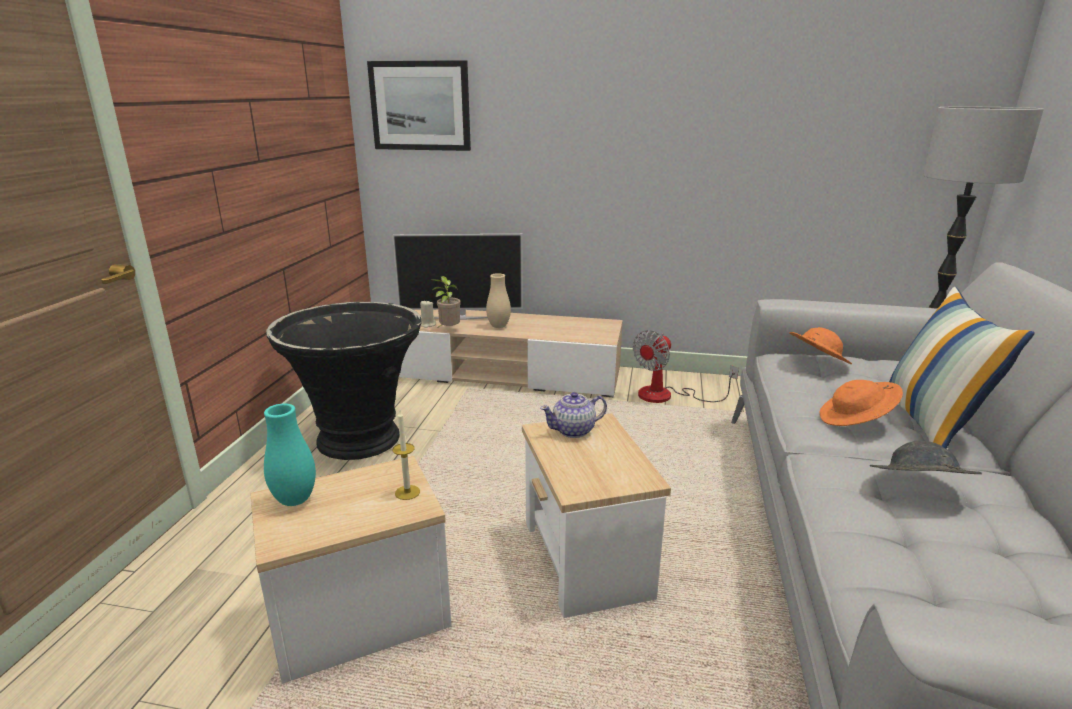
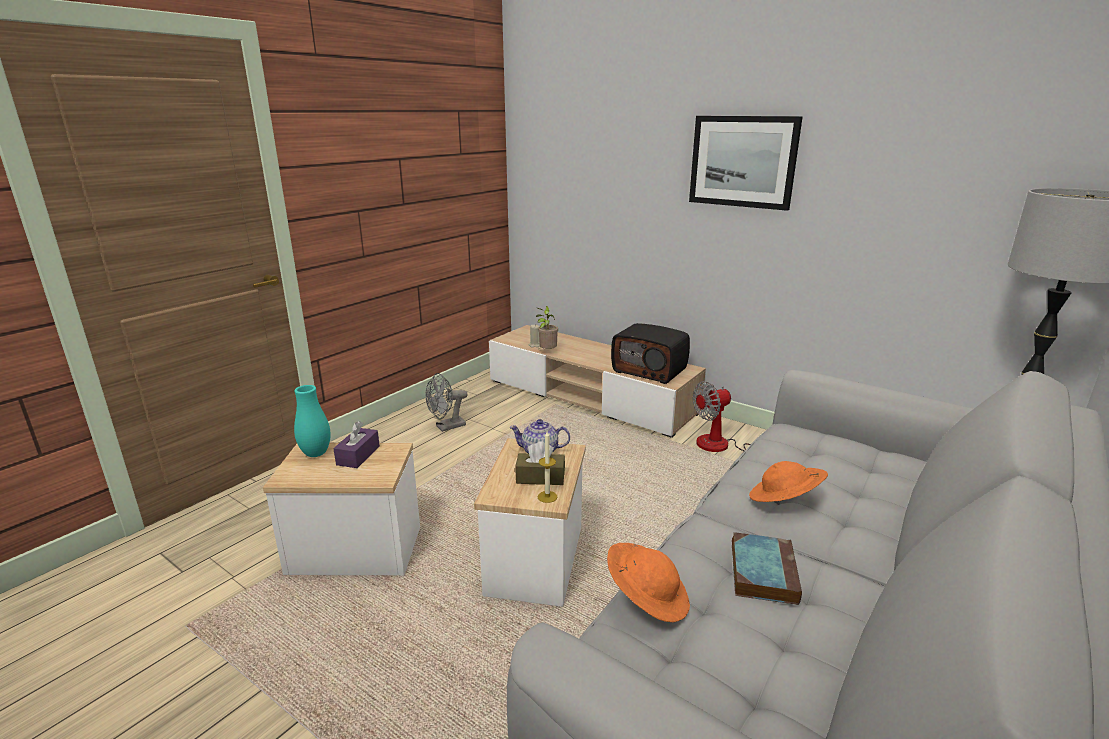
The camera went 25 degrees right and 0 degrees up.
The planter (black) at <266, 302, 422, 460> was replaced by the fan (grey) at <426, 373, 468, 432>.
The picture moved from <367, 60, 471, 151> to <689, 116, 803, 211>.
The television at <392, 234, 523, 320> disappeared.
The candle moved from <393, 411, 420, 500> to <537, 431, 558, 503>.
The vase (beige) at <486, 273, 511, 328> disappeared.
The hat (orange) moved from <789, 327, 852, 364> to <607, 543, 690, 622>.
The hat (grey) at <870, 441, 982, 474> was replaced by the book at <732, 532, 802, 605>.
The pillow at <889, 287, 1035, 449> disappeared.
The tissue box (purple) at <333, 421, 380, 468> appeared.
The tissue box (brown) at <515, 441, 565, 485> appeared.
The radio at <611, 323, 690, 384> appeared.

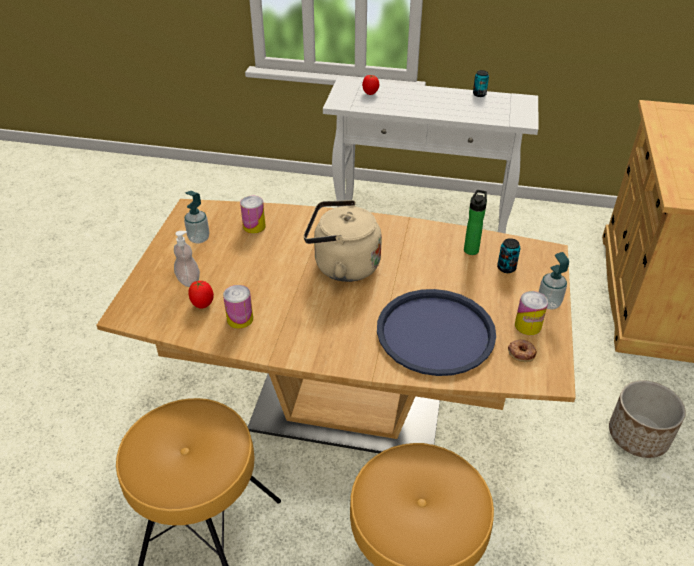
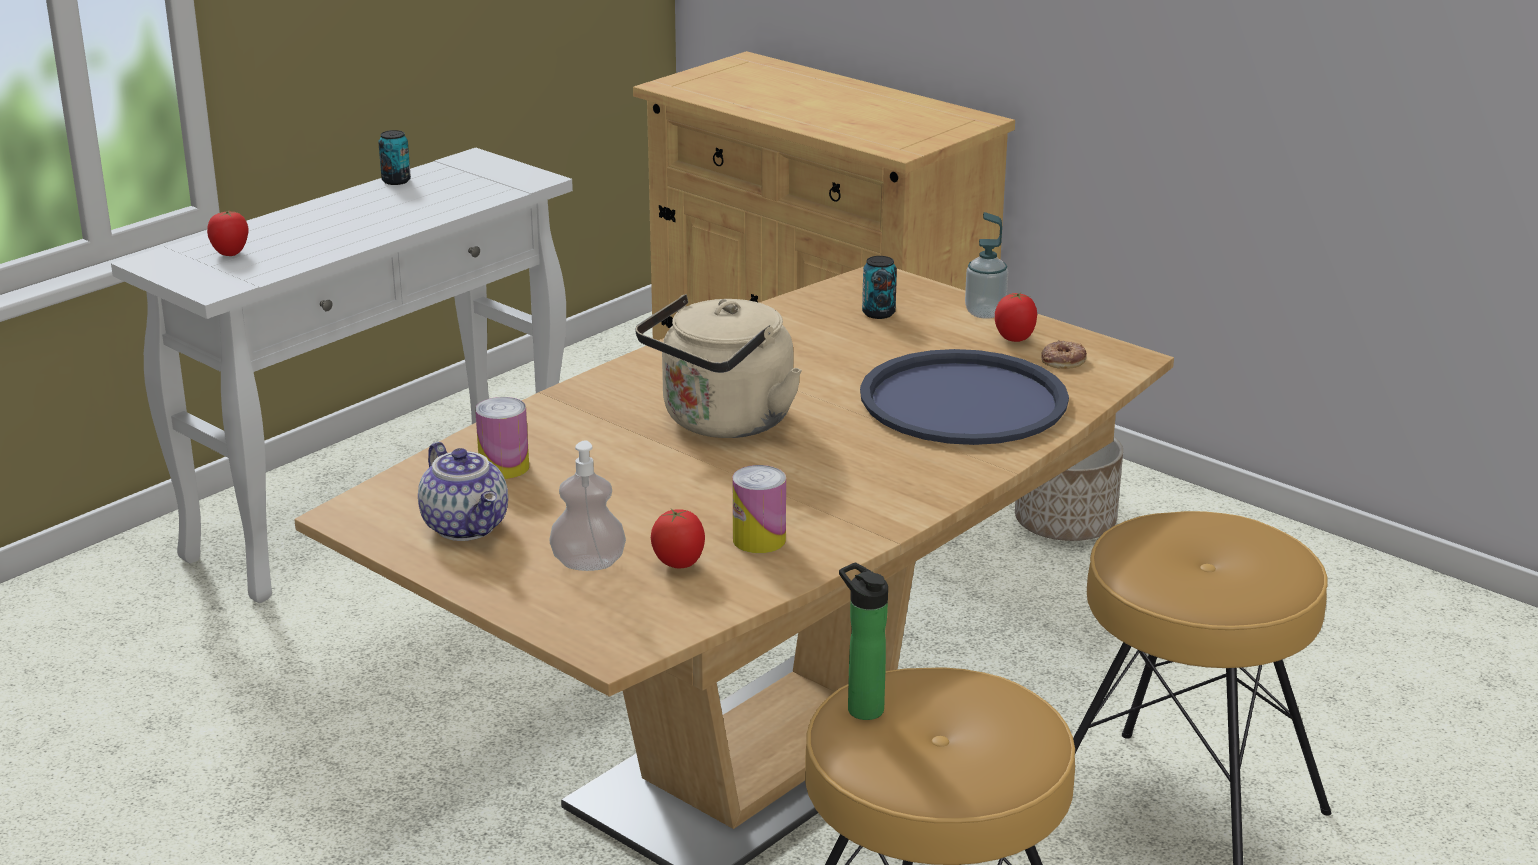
The camera went 60 degrees left and 15 degrees down.
The soap dispenser at <184, 191, 209, 243> was replaced by the teapot at <418, 442, 508, 541>.
The bottle moved from <464, 190, 487, 255> to <839, 563, 888, 720>.
The can at <515, 291, 548, 335> was replaced by the tomato at <995, 292, 1037, 342>.

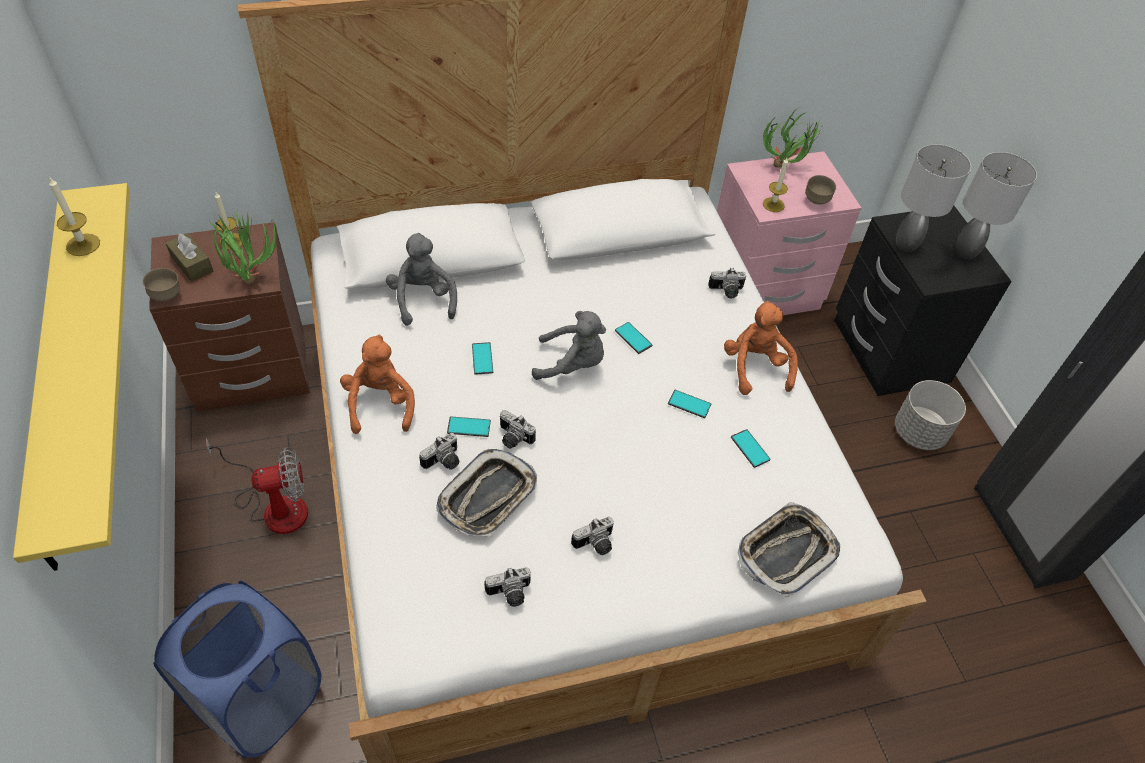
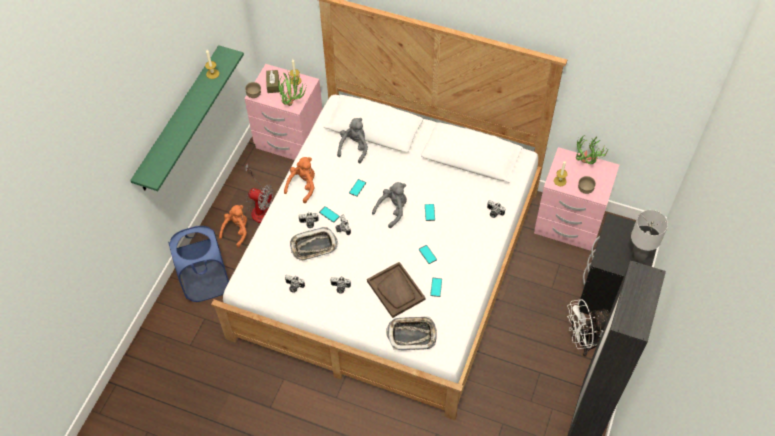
The camera went 40 degrees right and 5 degrees up.
The shelf (yellow) at <13, 183, 129, 571> became the shelf (green) at <130, 45, 244, 191>.
The nightstand (brown) at <149, 222, 310, 412> became the nightstand (pink) at <244, 64, 322, 160>.
The plush toy (grey) at <532, 311, 606, 380> turned 90 degrees counterclockwise.
The plush toy (orange) moved from <724, 301, 798, 395> to <219, 205, 247, 247>.
The planter (grey) at <895, 380, 966, 450> was replaced by the fan (white) at <567, 299, 610, 356>.
The table lamp (grey) at <896, 144, 971, 252> disappeared.
The tray (brown) at <367, 262, 425, 318> appeared.

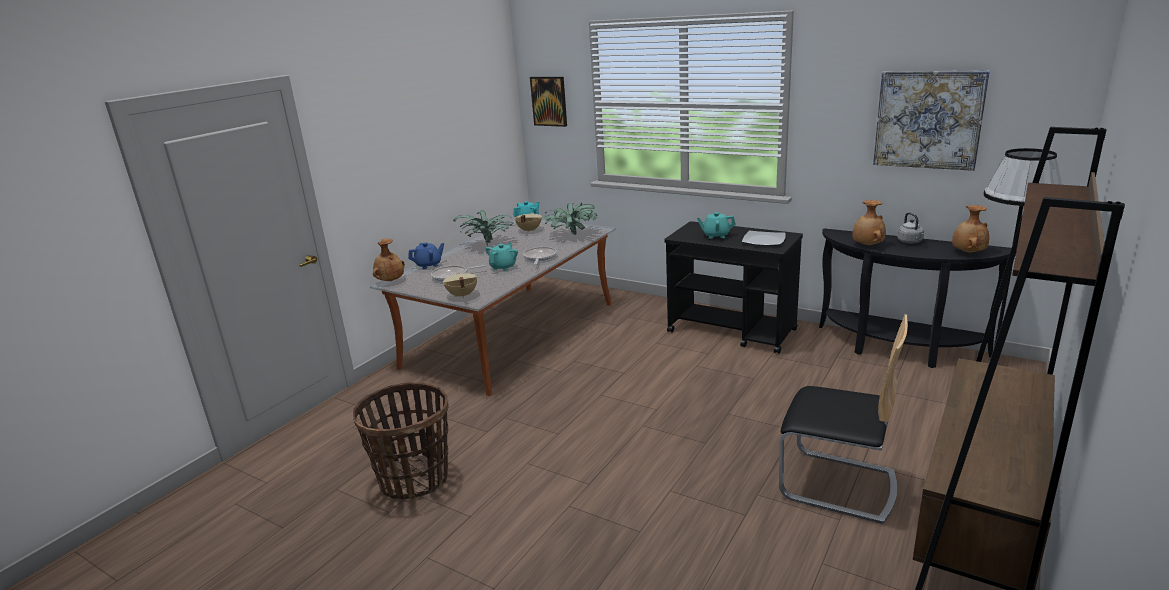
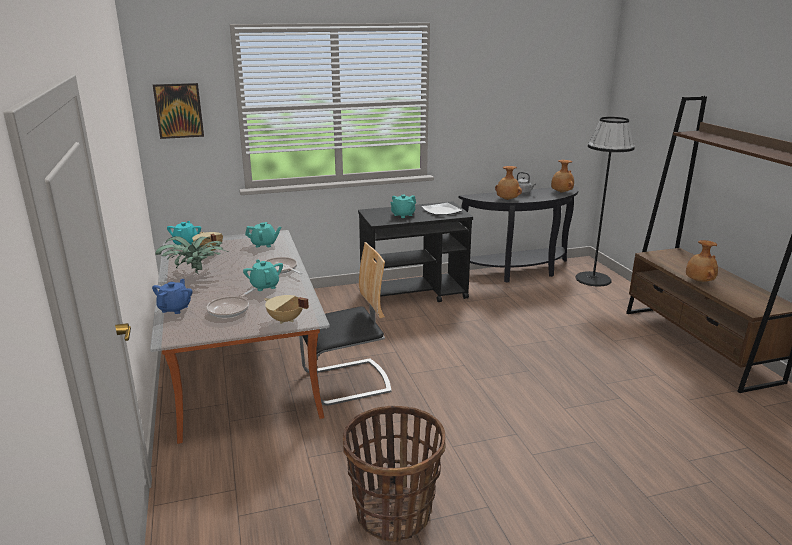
The camera went 50 degrees left and 0 degrees up.
The vase (brown) moved from <373, 239, 405, 281> to <686, 240, 718, 282>.
The potted plant at <544, 203, 597, 234> was replaced by the teapot (turquoise) at <245, 222, 281, 247>.
The chair moved from <779, 314, 908, 524> to <299, 242, 392, 406>.
The picture at <873, 71, 990, 171> disappeared.

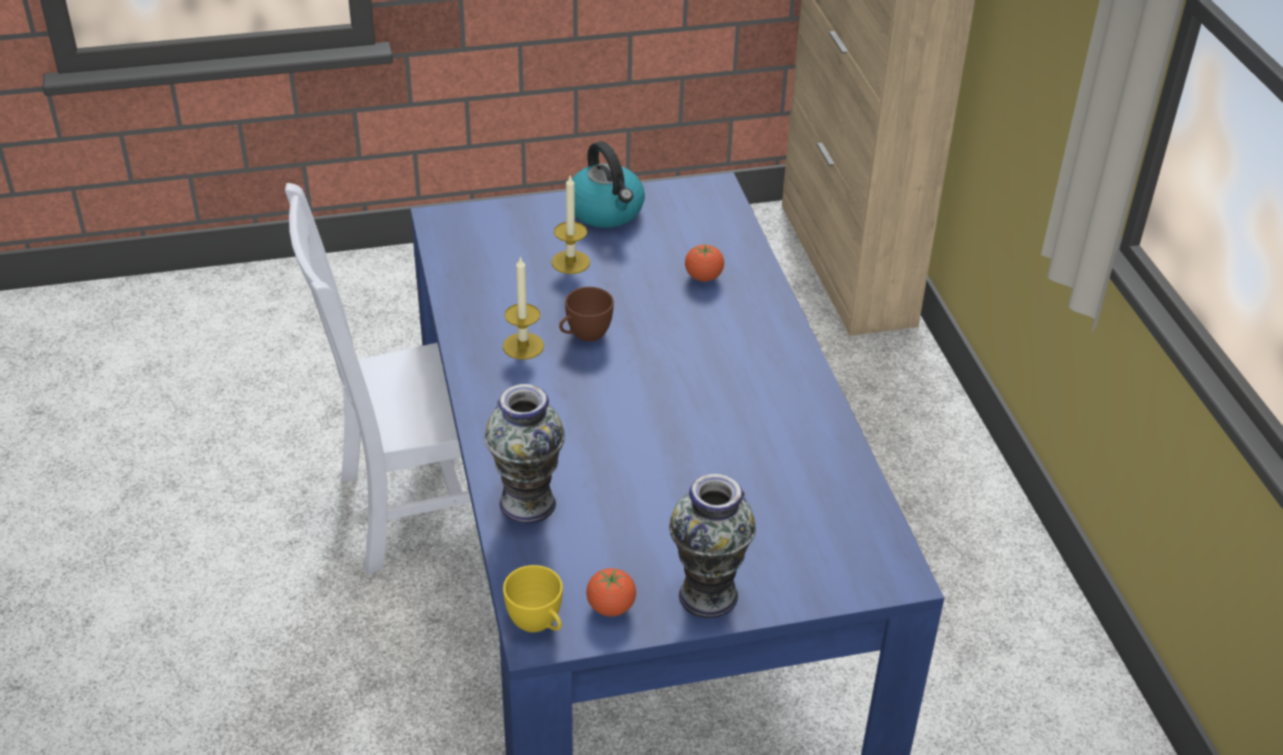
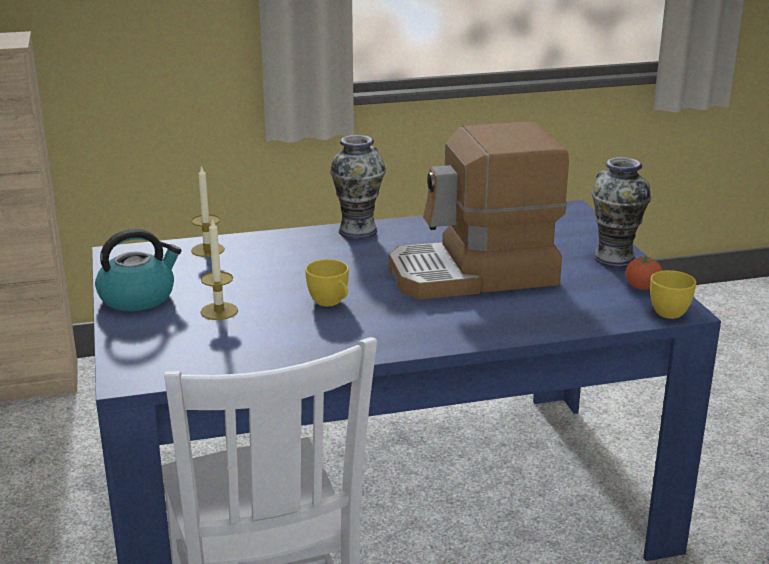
The camera went 90 degrees left and 15 degrees down.
The vase moved from <485, 384, 565, 523> to <330, 135, 386, 239>.
The candle moved from <503, 256, 544, 360> to <191, 165, 225, 257>.
The cup (brown) at <559, 287, 614, 342> became the cup (yellow) at <305, 259, 349, 306>.
The tomato at <685, 245, 724, 282> disappeared.
The coffee machine at <389, 122, 569, 299> appeared.

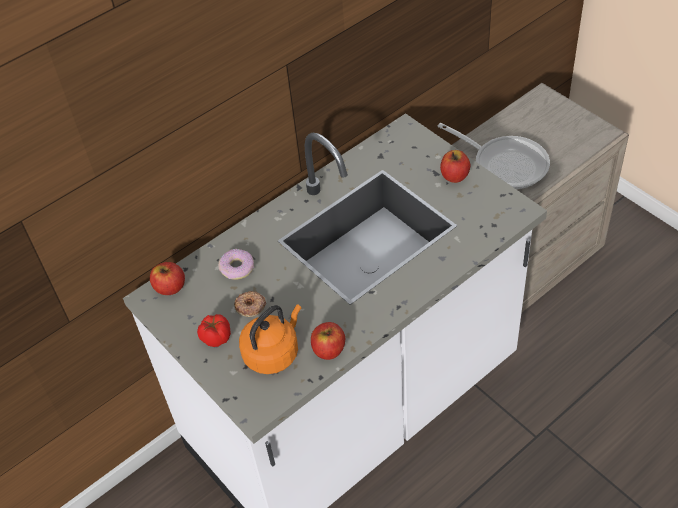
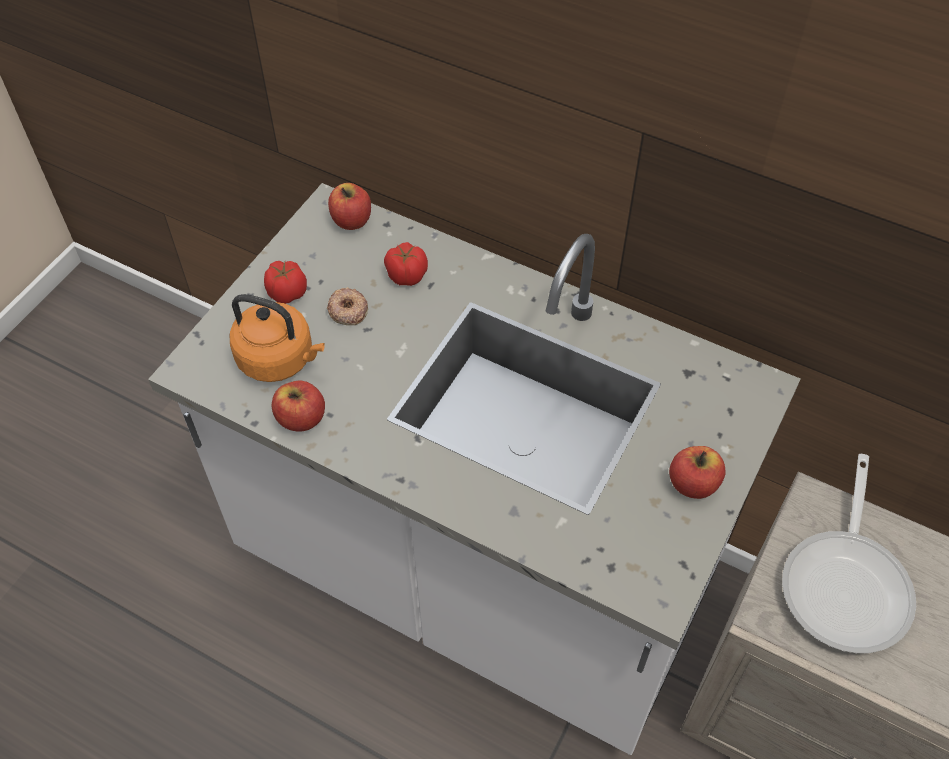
The camera went 65 degrees right and 5 degrees up.
The donut at <218, 249, 254, 280> was replaced by the tomato at <384, 242, 428, 286>.

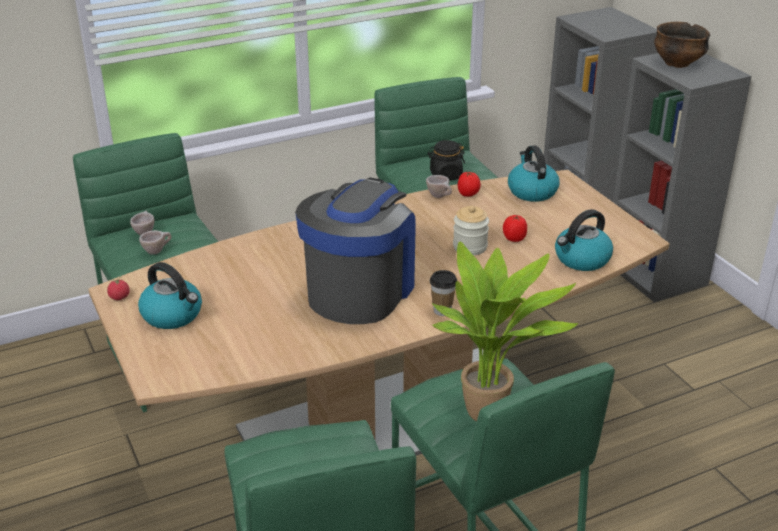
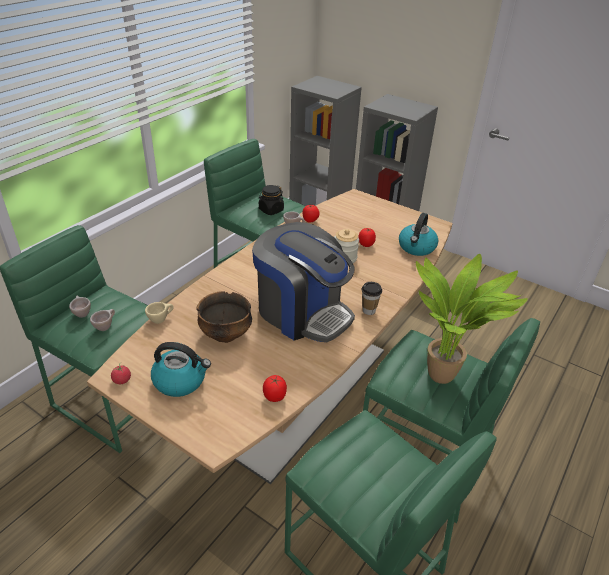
The camera went 30 degrees left and 5 degrees up.
The coffee machine at <295, 178, 416, 324> turned 135 degrees clockwise.
The kettle at <508, 145, 559, 202> disappeared.
The bowl moved from <654, 22, 710, 68> to <196, 291, 252, 343>.
The cup (beige) at <145, 302, 174, 324> appeared.
The tomato at <263, 375, 287, 402> appeared.

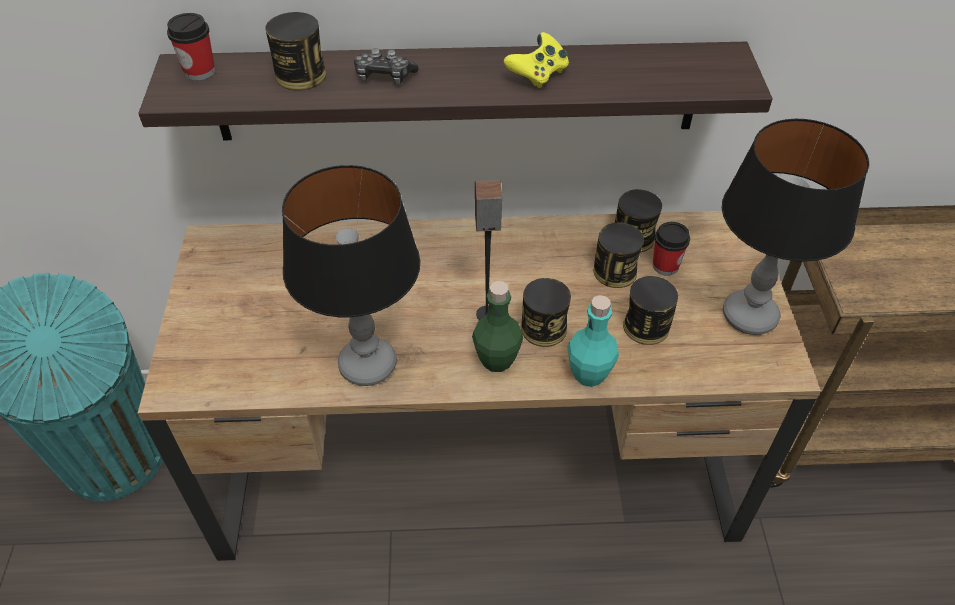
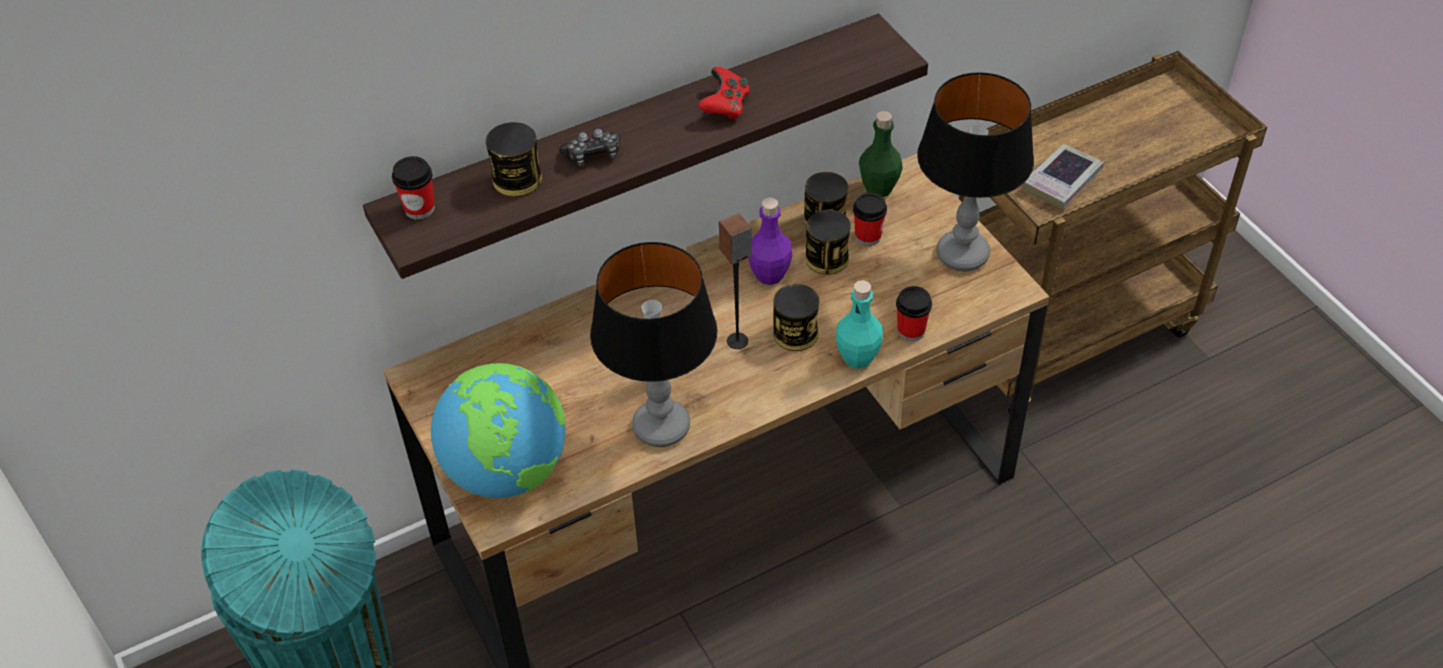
The camera went 25 degrees left and 0 degrees up.
The bottle (green) moved from <472, 281, 523, 372> to <859, 111, 903, 197>.
The game controller (yellow) at <504, 32, 569, 88> became the game controller (red) at <698, 67, 750, 120>.
The can at <623, 276, 678, 345> disappeared.
The globe at <431, 363, 565, 498> appeared.
The bottle (purple) at <748, 197, 792, 285> appeared.
The cup at <896, 286, 932, 341> appeared.
The book at <1022, 144, 1104, 209> appeared.

